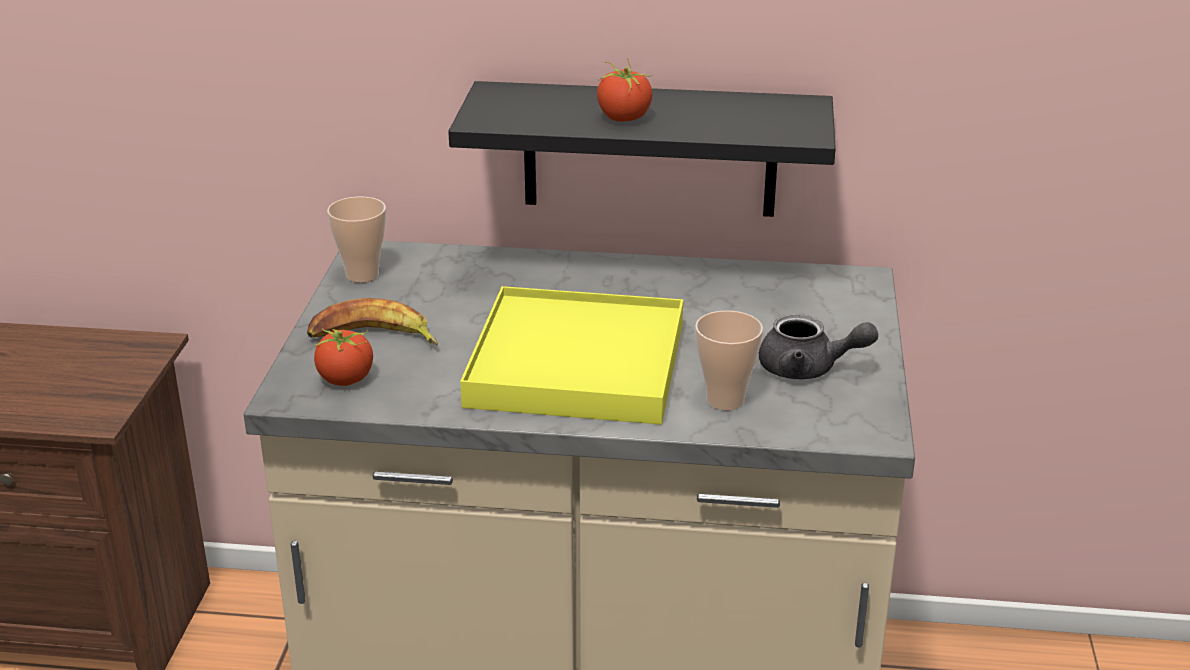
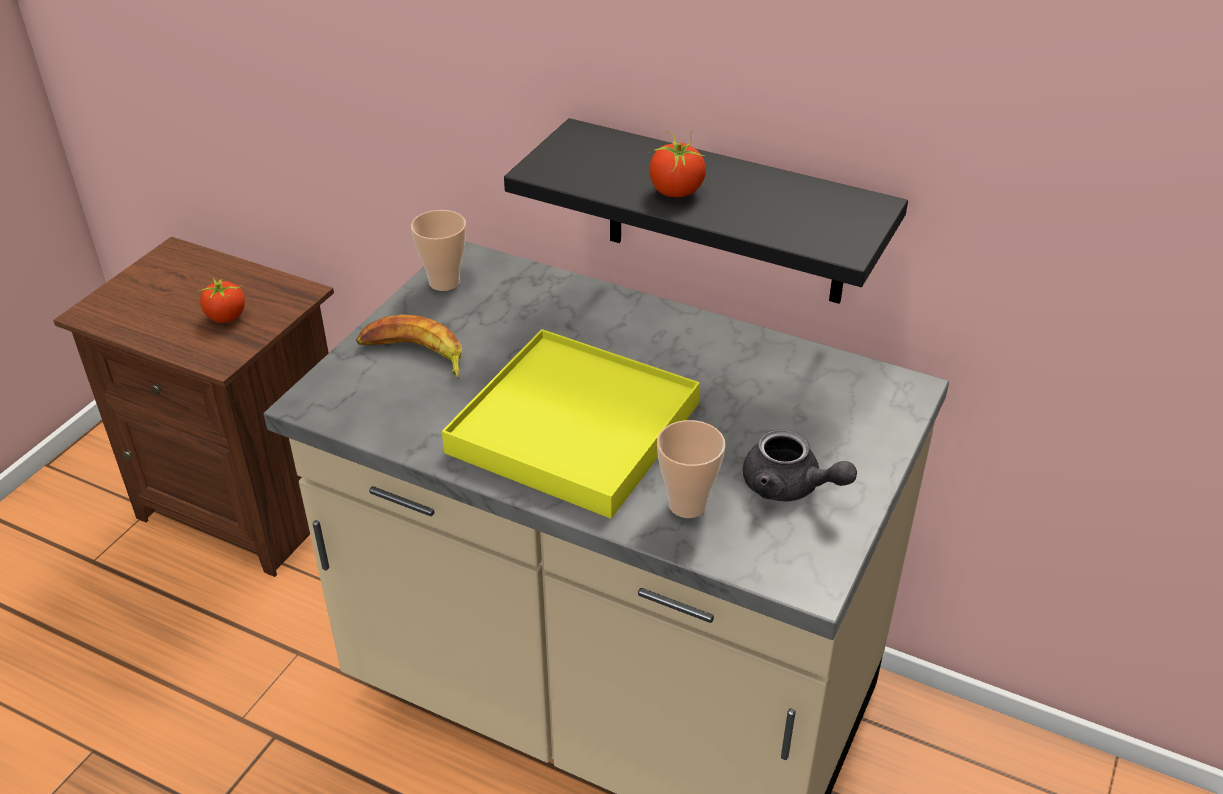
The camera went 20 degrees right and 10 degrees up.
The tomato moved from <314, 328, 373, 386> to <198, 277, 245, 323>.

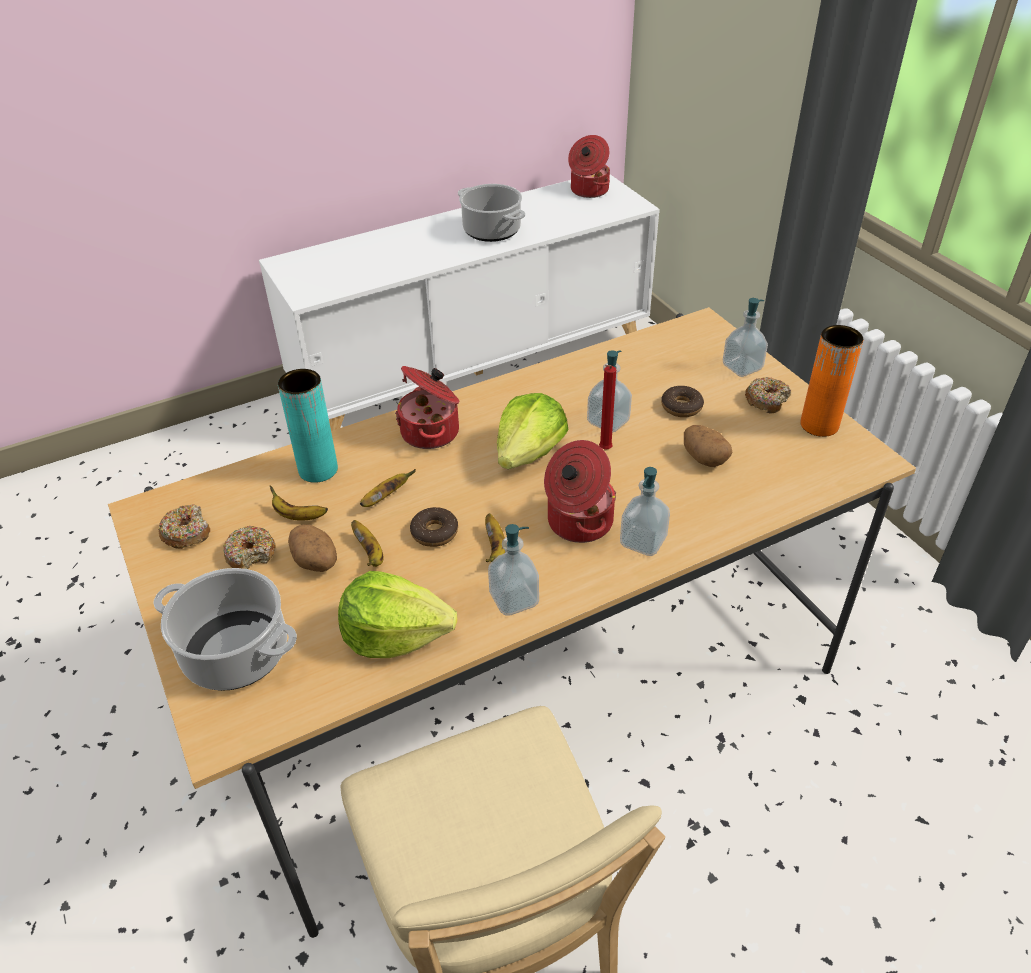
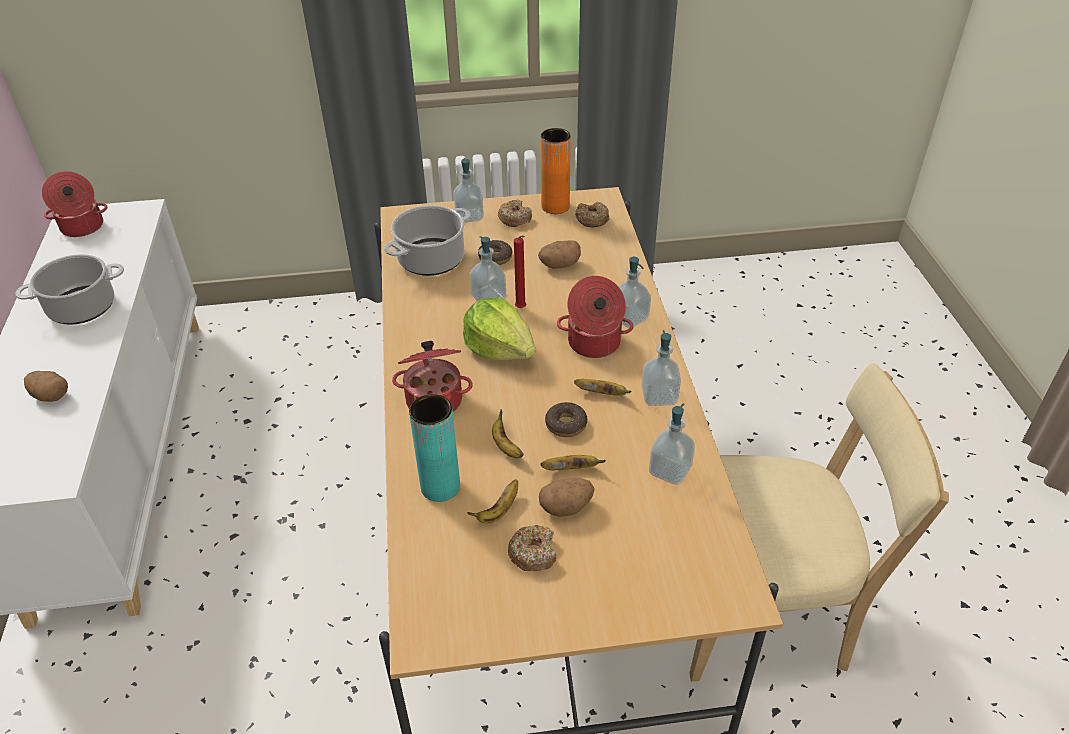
The camera went 70 degrees left and 0 degrees up.
The cooking pot moved from <153, 568, 297, 691> to <384, 205, 471, 276>.
The donut moved from <159, 504, 210, 549> to <575, 202, 610, 227>.
The lettuce at <338, 571, 457, 658> was replaced by the soap dispenser at <649, 404, 695, 485>.
The potato at <24, 371, 68, 402> appeared.

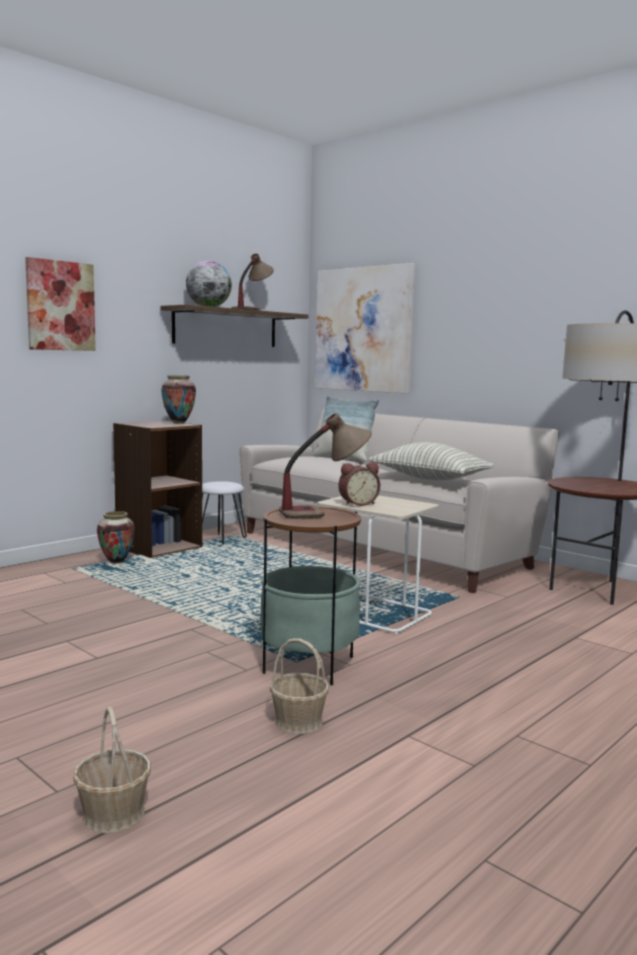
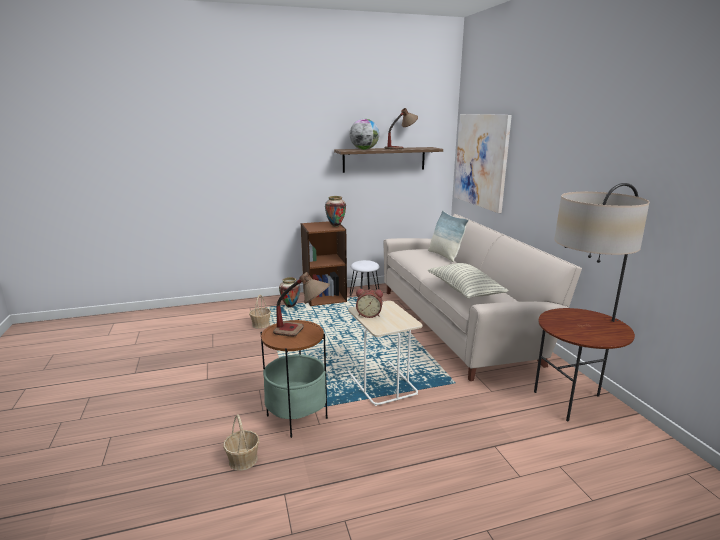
The camera went 30 degrees right and 10 degrees up.
The picture at <25, 257, 96, 351> disappeared.
The basket moved from <73, 707, 151, 833> to <249, 295, 271, 329>.

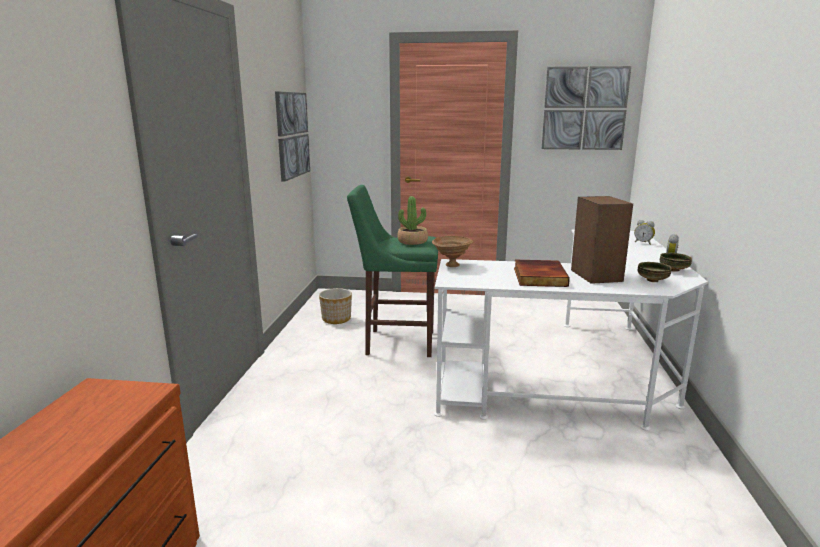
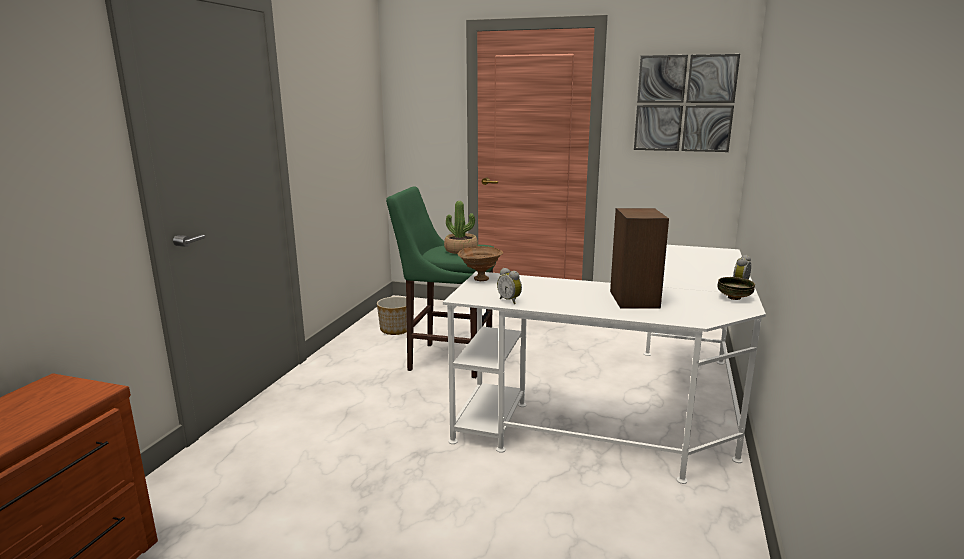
The camera went 10 degrees right and 0 degrees up.
The picture at <275, 92, 310, 182> disappeared.
The book at <514, 260, 570, 287> disappeared.
The alarm clock moved from <634, 220, 655, 245> to <497, 268, 522, 304>.
The bowl at <638, 262, 672, 282> disappeared.

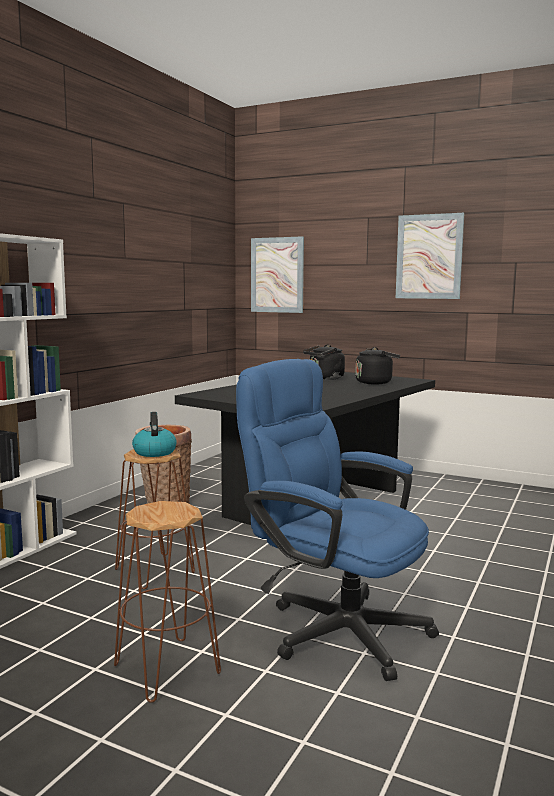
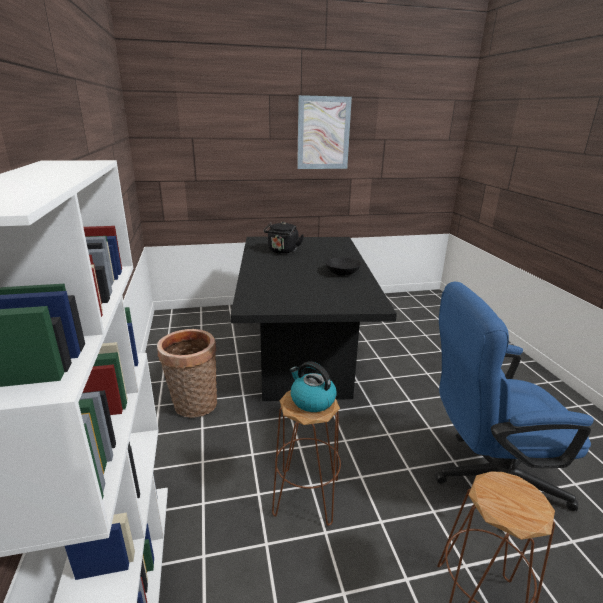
The camera went 40 degrees left and 15 degrees up.
The picture at <251, 236, 304, 313> disappeared.
The kettle (black) at <355, 347, 400, 384> disappeared.
The bowl (black) at <326, 257, 362, 276> appeared.

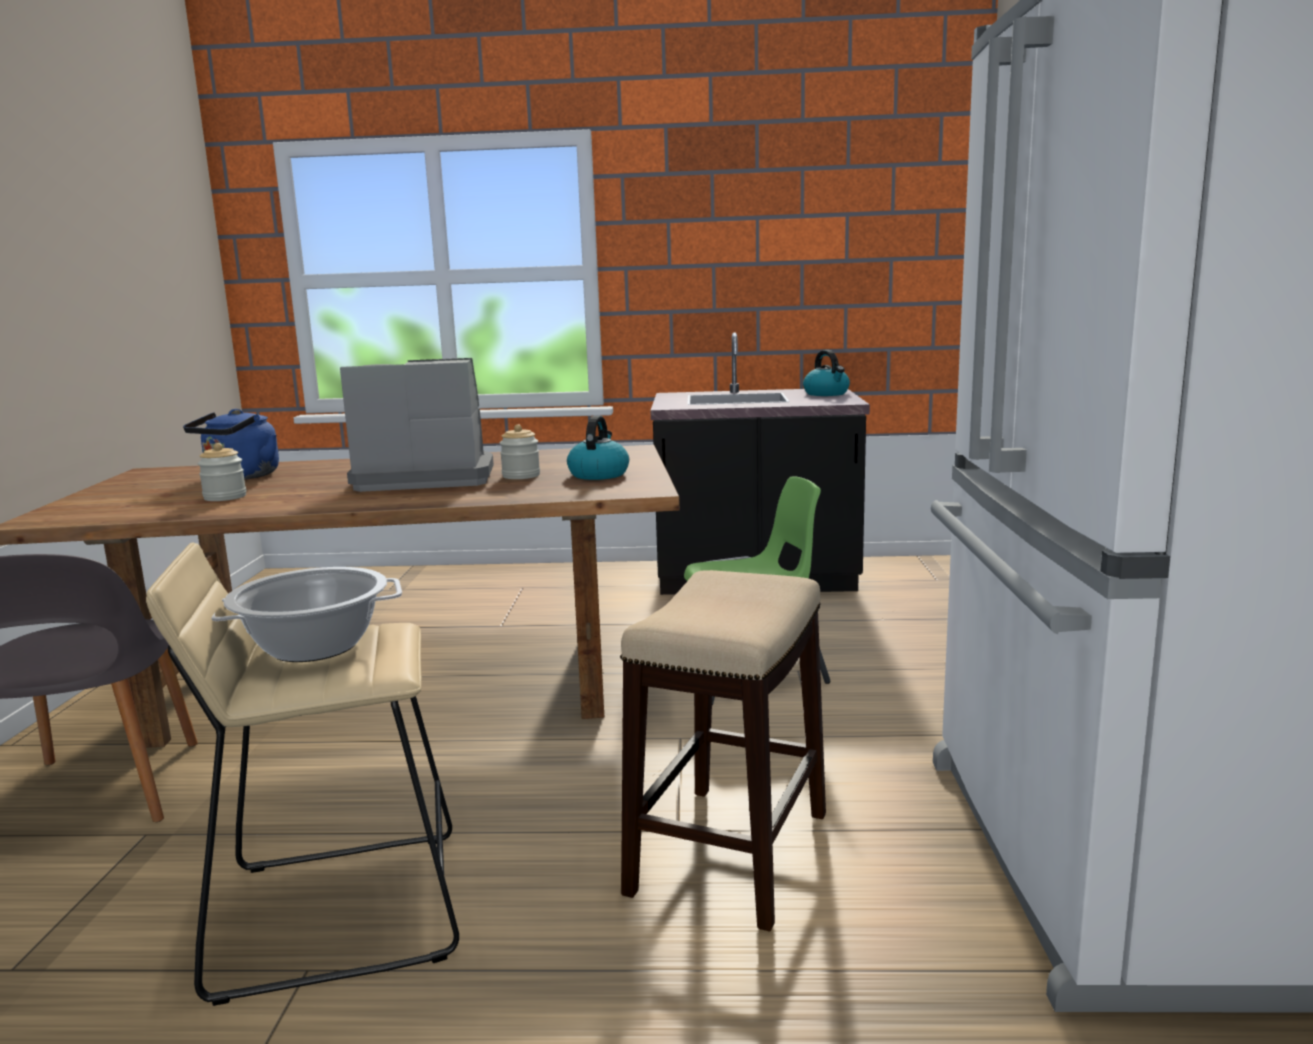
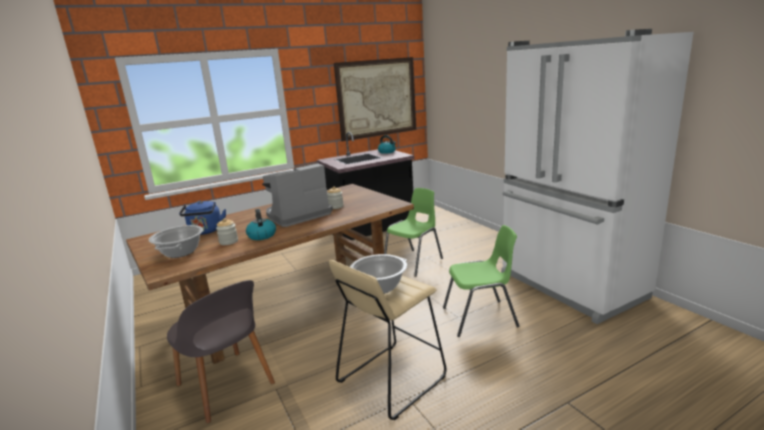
The camera went 30 degrees left and 5 degrees up.
The kettle moved from <567, 416, 629, 480> to <246, 209, 276, 240>.
The stool at <620, 570, 826, 931> was replaced by the chair (green) at <443, 225, 520, 337>.
The cooking pot at <149, 225, 203, 258> appeared.
The picture at <334, 57, 416, 142> appeared.

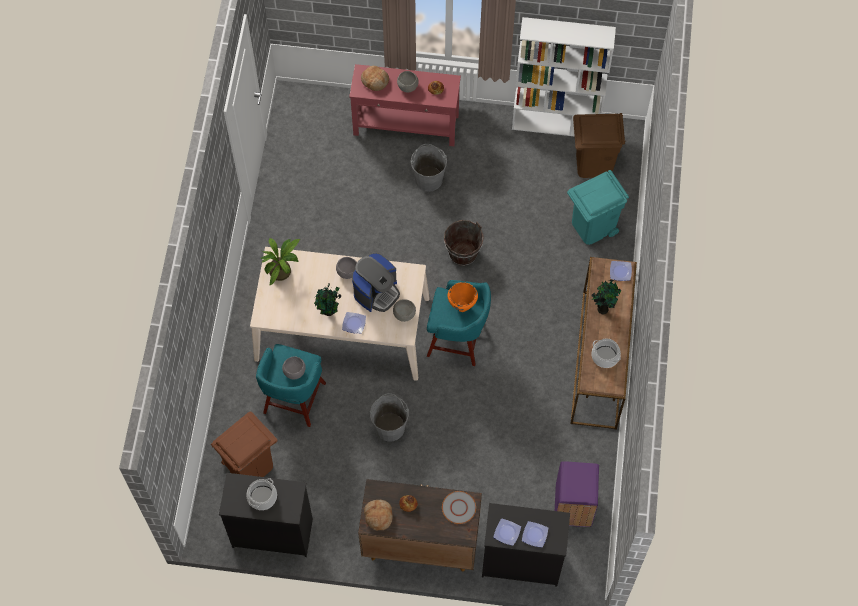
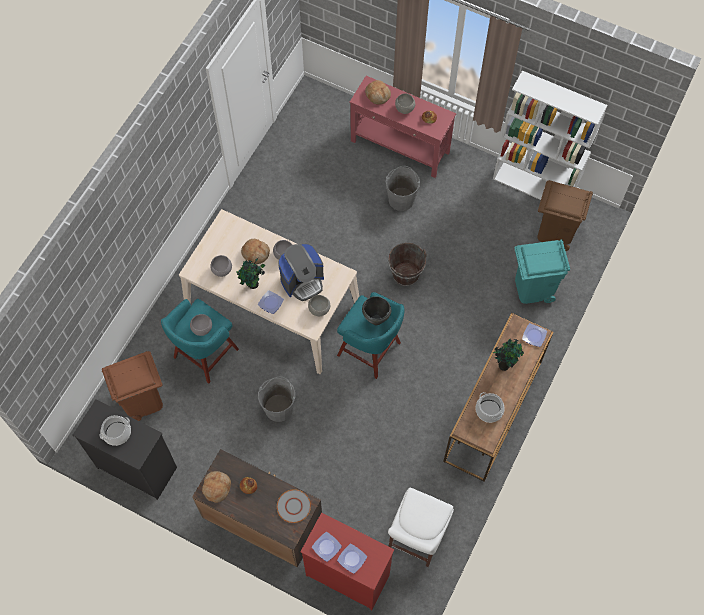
The camera went 20 degrees right and 0 degrees up.
The potted plant at <260, 238, 300, 286> disappeared.
The cooking pot (orange) at <448, 282, 478, 312> became the cooking pot (black) at <362, 296, 391, 325>.
The dresser (black) at <482, 503, 570, 587> became the dresser (red) at <301, 512, 394, 610>.
The trash can (purple) at <555, 461, 599, 527> was replaced by the chair (white) at <388, 488, 454, 567>.
The bowl (grey) at <211, 255, 232, 277> appeared.
The bread at <241, 239, 270, 264> appeared.

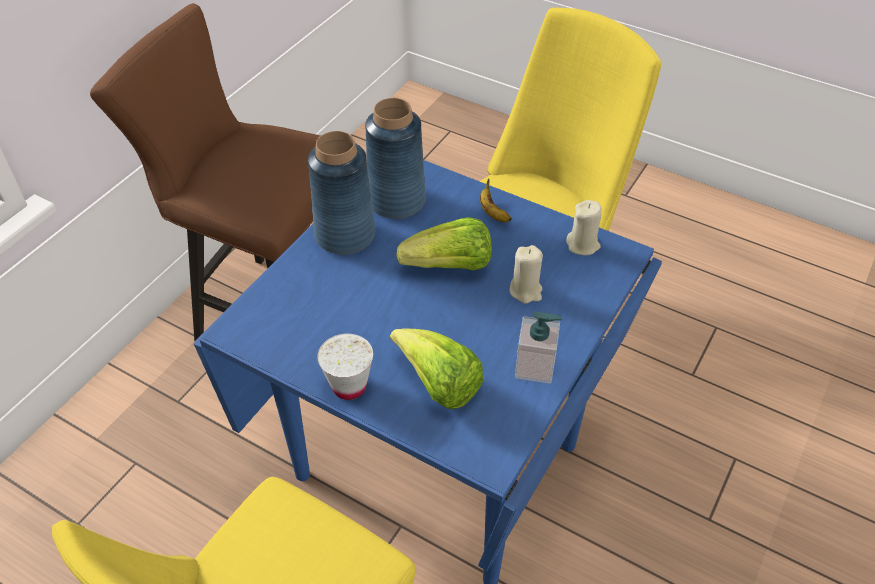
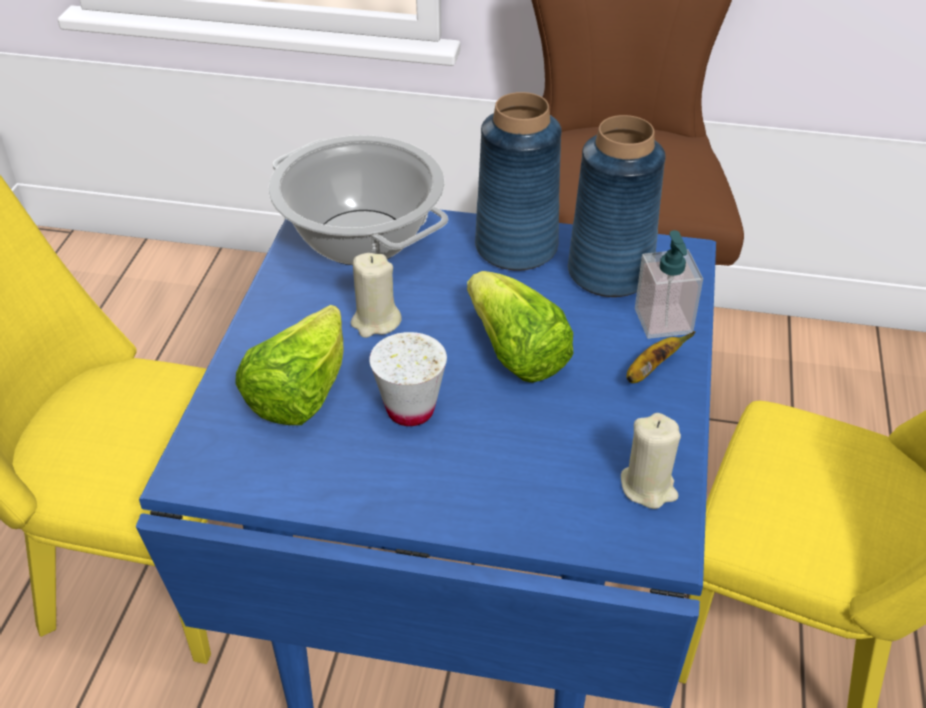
The camera went 70 degrees right and 5 degrees down.
The cup (white) moved from <317, 333, 373, 400> to <369, 332, 447, 426>.
The candle (beige) moved from <509, 245, 543, 304> to <351, 253, 401, 338>.
The soap dispenser moved from <515, 311, 562, 384> to <635, 230, 703, 339>.
The cooking pot at <268, 135, 448, 265> appeared.

